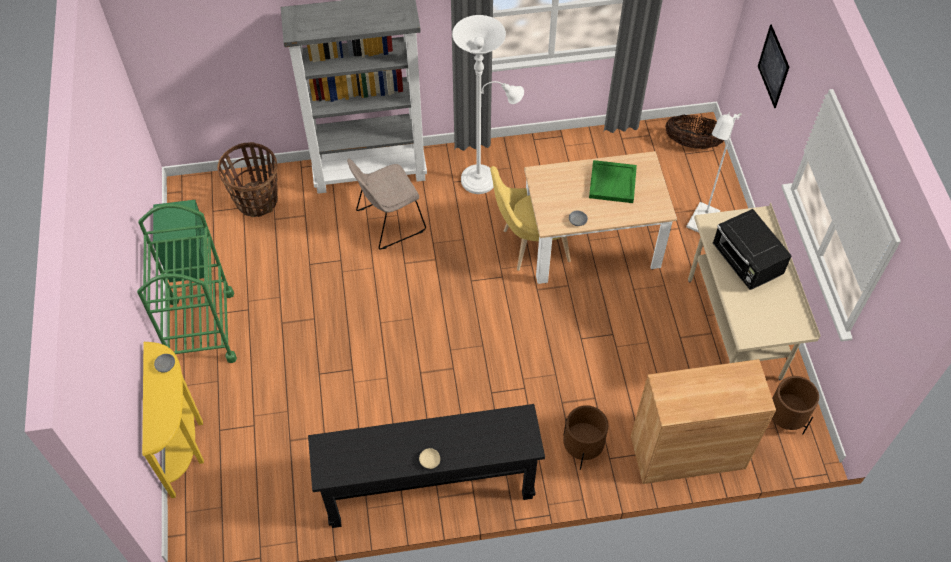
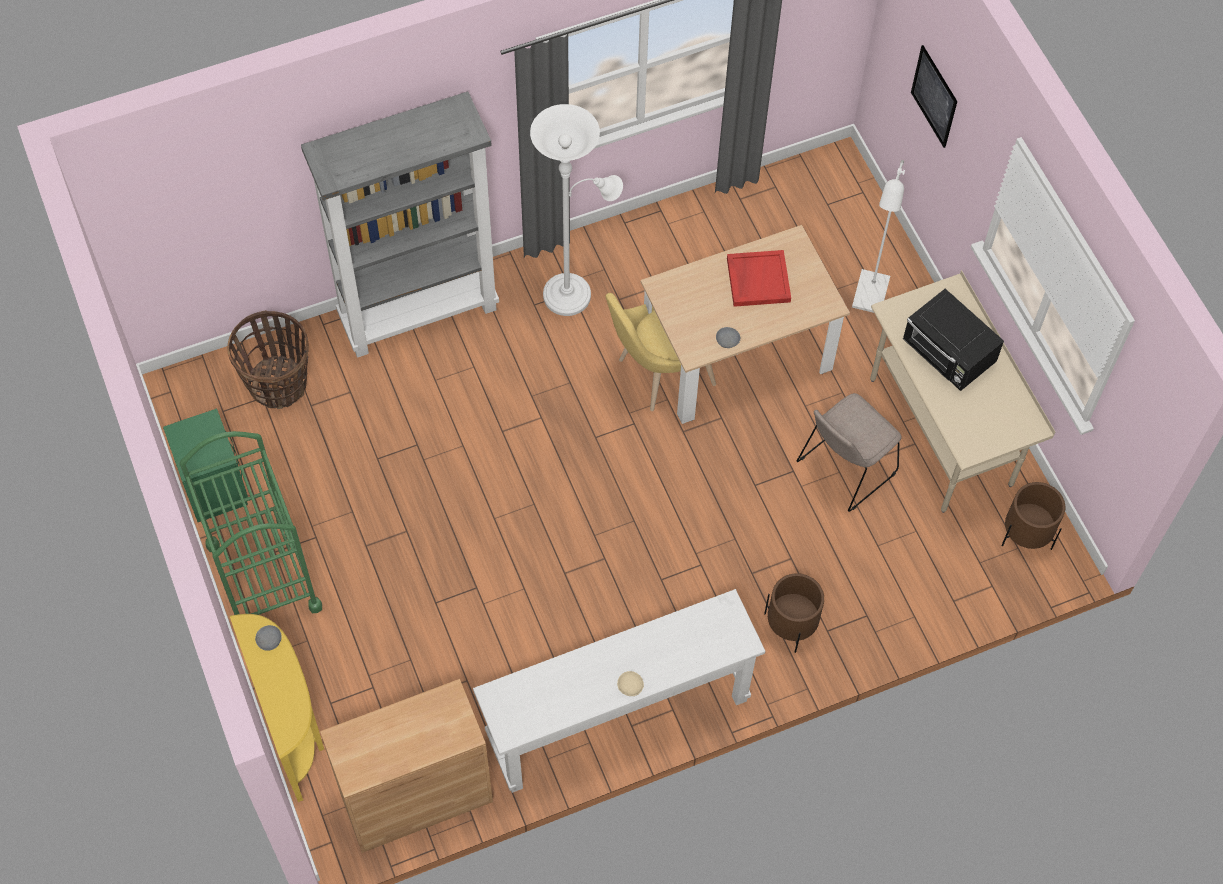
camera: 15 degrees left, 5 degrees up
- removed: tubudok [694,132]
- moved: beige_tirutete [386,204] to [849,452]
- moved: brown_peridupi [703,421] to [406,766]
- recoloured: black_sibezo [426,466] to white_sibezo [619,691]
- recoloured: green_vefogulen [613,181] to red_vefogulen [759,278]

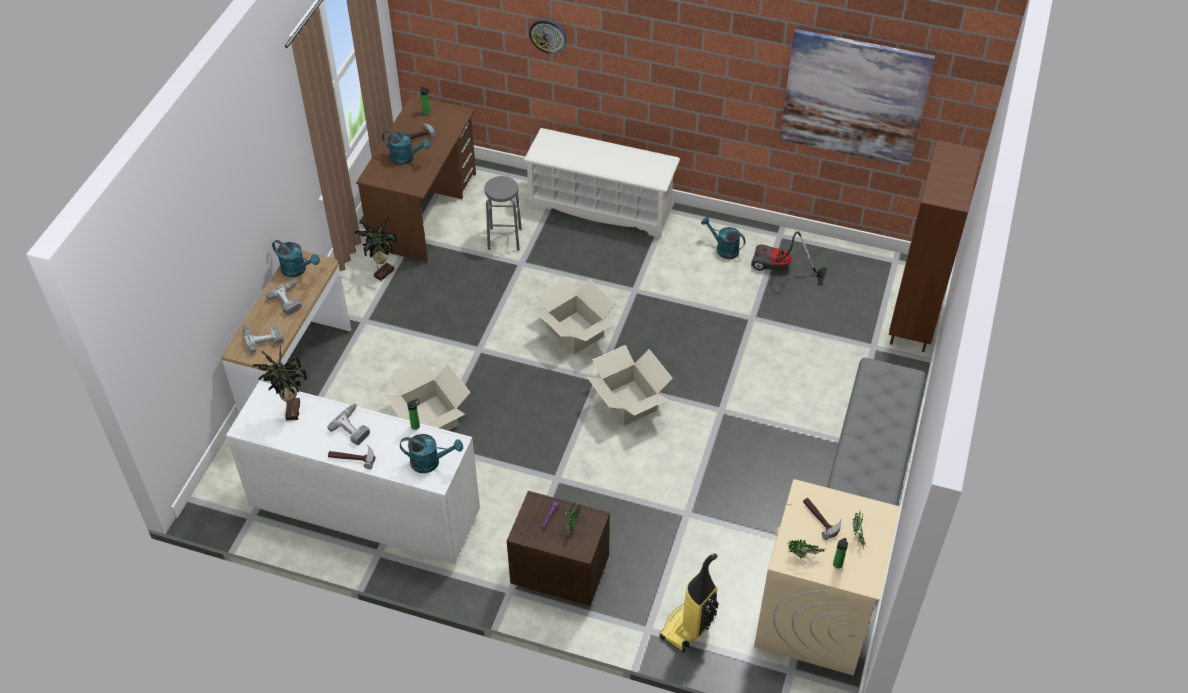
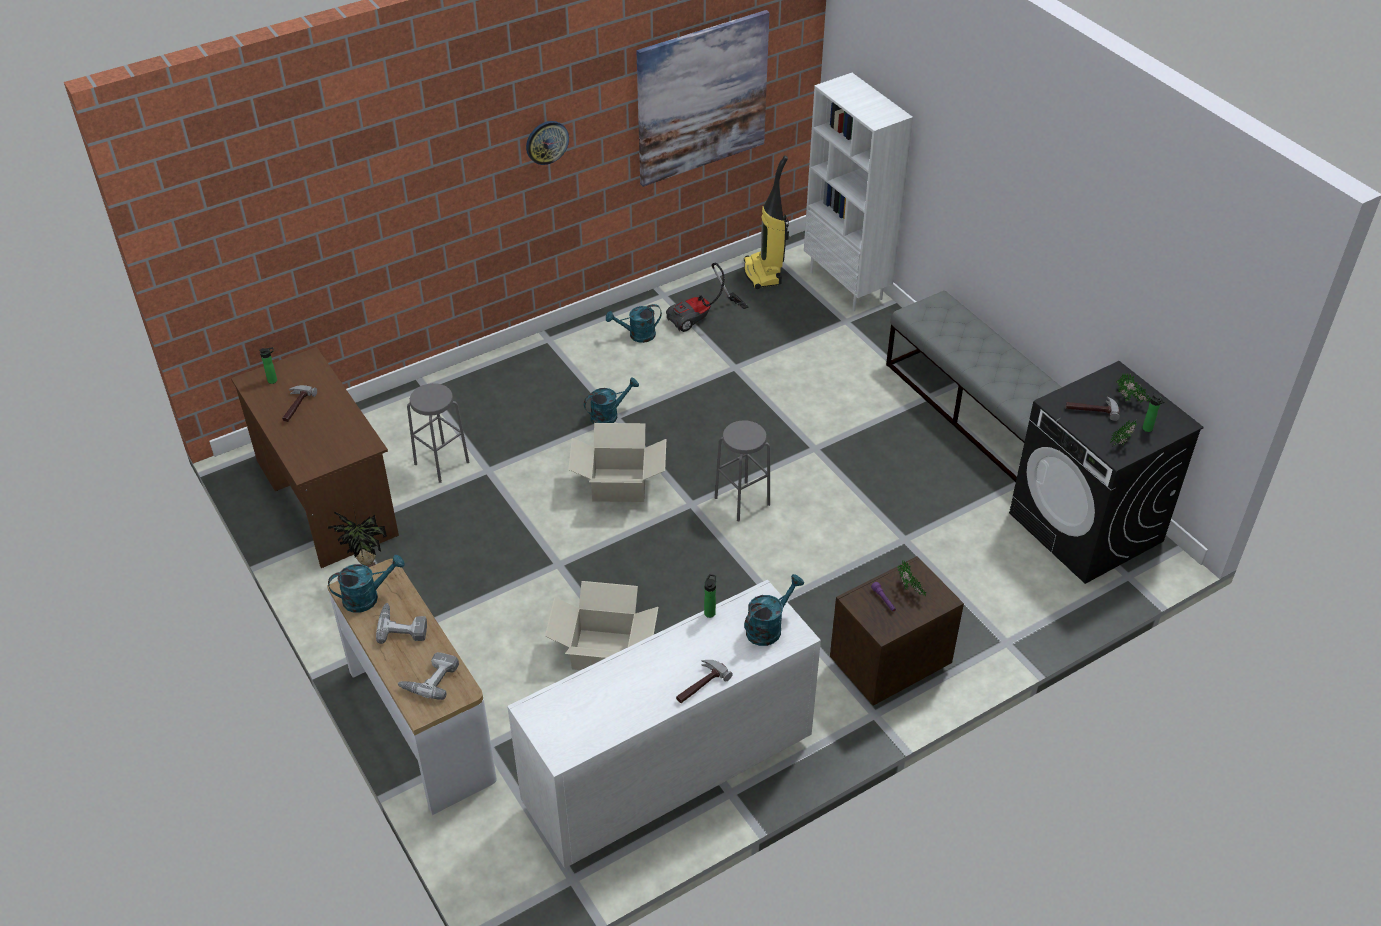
camera: 50 degrees left, 5 degrees down
- removed: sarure [279,382]
- removed: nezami [349,424]
- removed: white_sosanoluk [602,183]
- moved: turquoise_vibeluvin [406,147] to [611,401]
- moved: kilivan [548,36] to [547,143]
- moved: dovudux [689,603] to [766,222]
- replaced: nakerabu [630,385] to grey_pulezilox [742,470]
- recoloured: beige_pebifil [827,577] to black_pebifil [1106,472]
- recoloured: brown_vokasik [935,246] to white_vokasik [858,192]

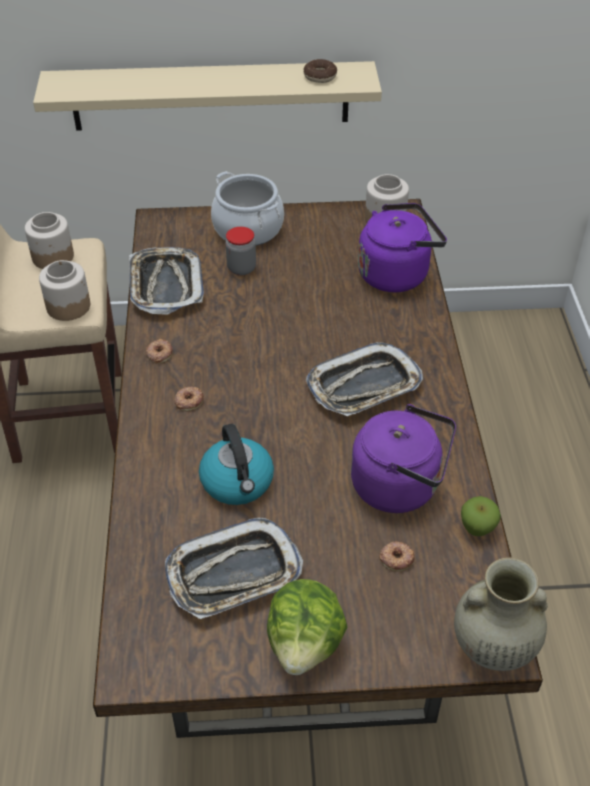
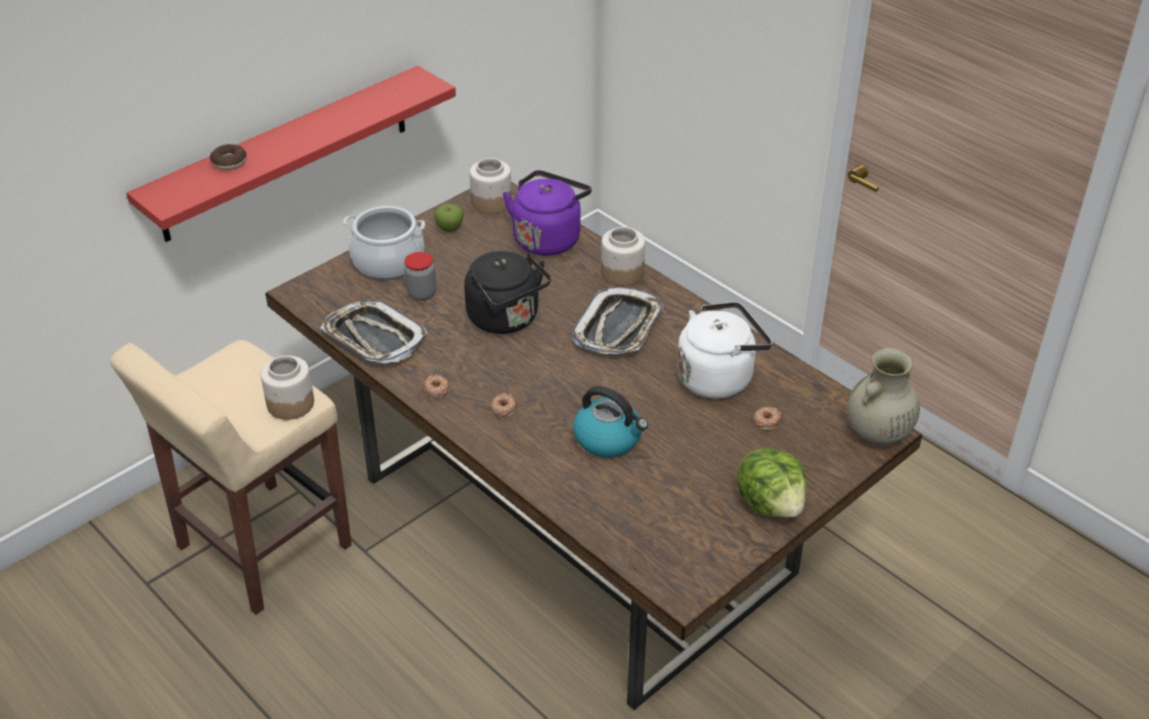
camera: 40 degrees left, 5 degrees down
- removed: vefogulen [234,568]
- added: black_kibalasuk [507,292]
- moved: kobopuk [49,240] to [623,256]
- moved: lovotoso [320,71] to [228,157]
- moved: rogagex [481,516] to [448,218]
- recoloured: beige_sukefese [207,96] to red_sukefese [291,154]
- recoloured: purple_kibalasuk [403,458] to white_kibalasuk [724,350]

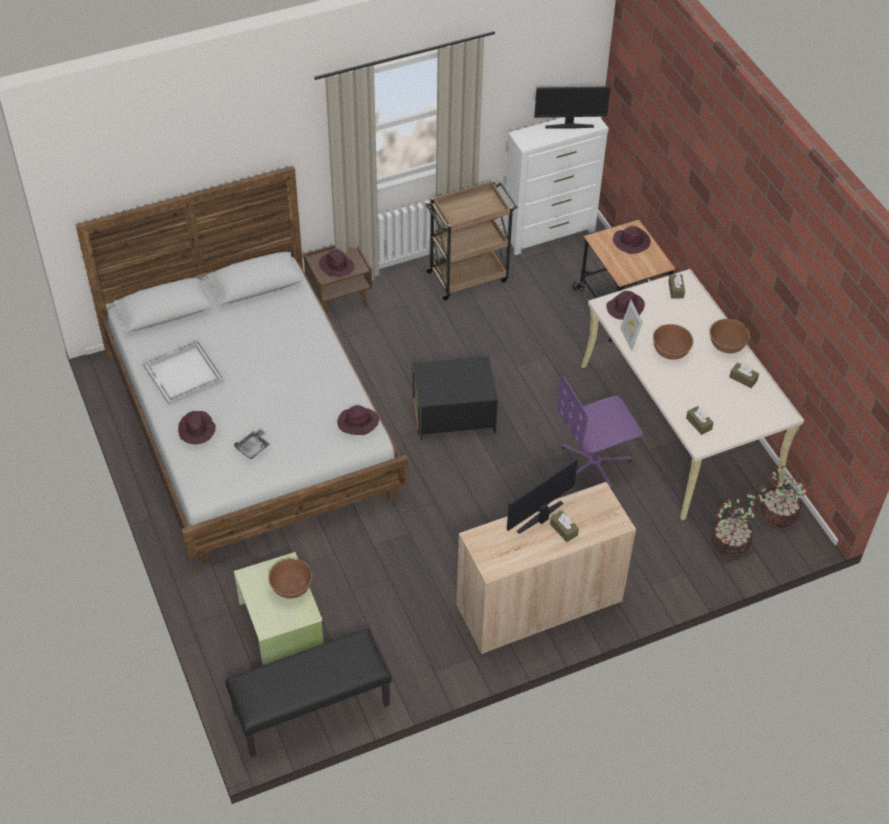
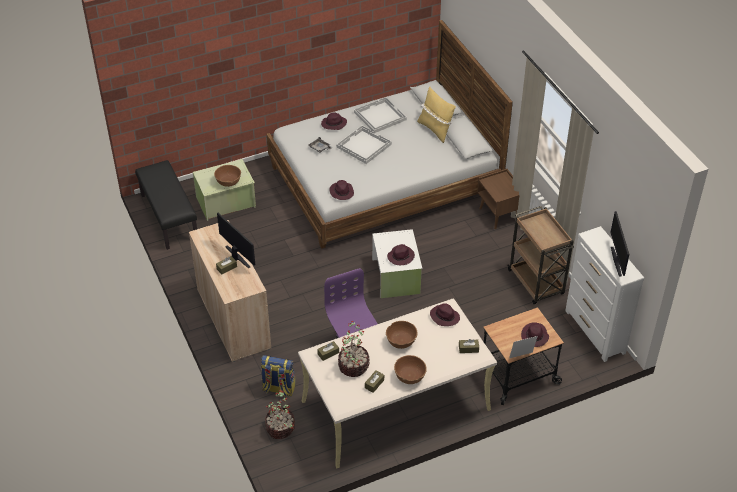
camera: 90 degrees right, 5 degrees down
- added: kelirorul [278,376]
- added: white_vefogulen [364,144]
- added: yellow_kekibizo [436,115]
- moved: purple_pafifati [336,263] to [401,254]
- moved: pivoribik [631,325] to [523,347]
- moved: sarure [782,496] to [354,349]
- recoloured: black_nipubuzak [455,398] to white_nipubuzak [397,263]

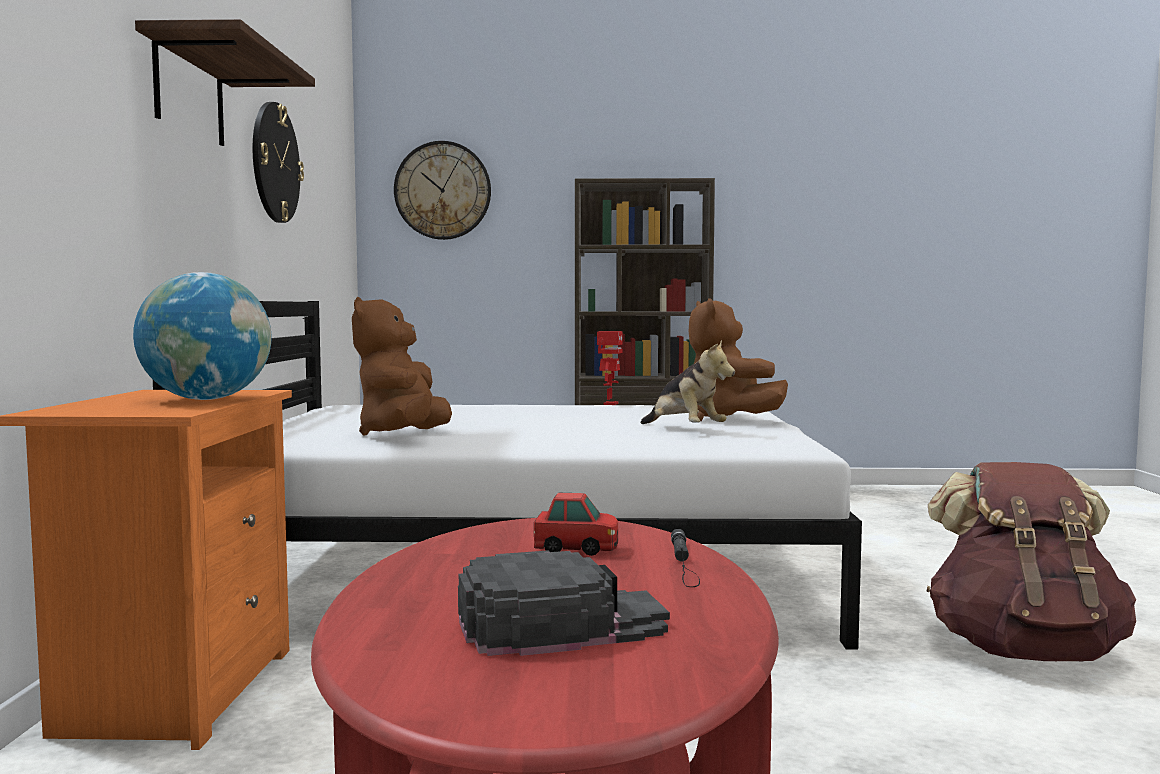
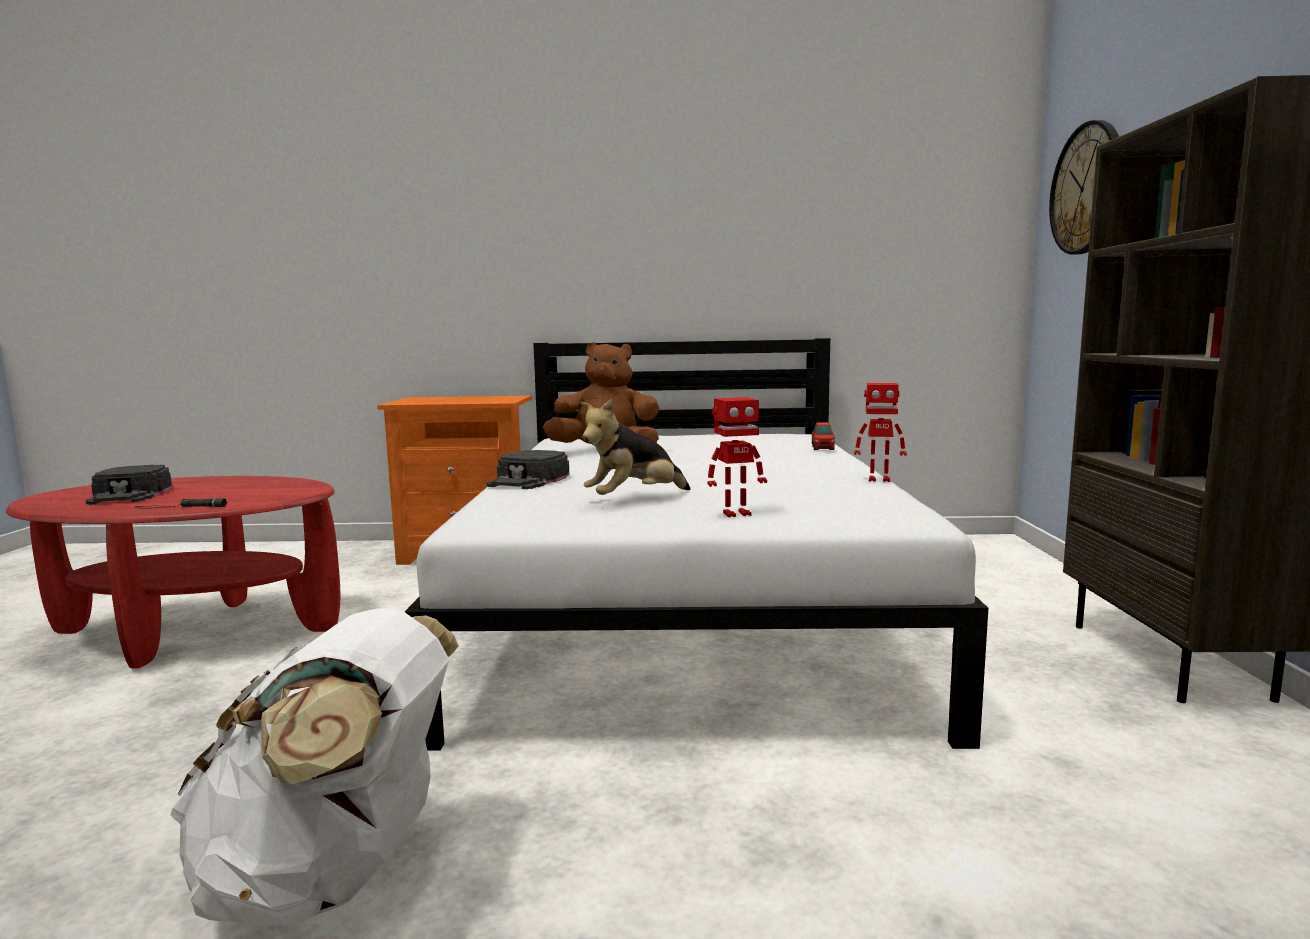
camera: 90 degrees right, 5 degrees up
- removed: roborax [202,336]
- removed: sukefese [225,82]
- removed: kilivan [278,162]
- added: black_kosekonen [528,469]
- moved: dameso [576,524] to [823,436]
- replaced: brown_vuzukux [738,359] to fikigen [737,457]
- recoloured: brown_kelirorul [1031,561] to white_kelirorul [314,767]

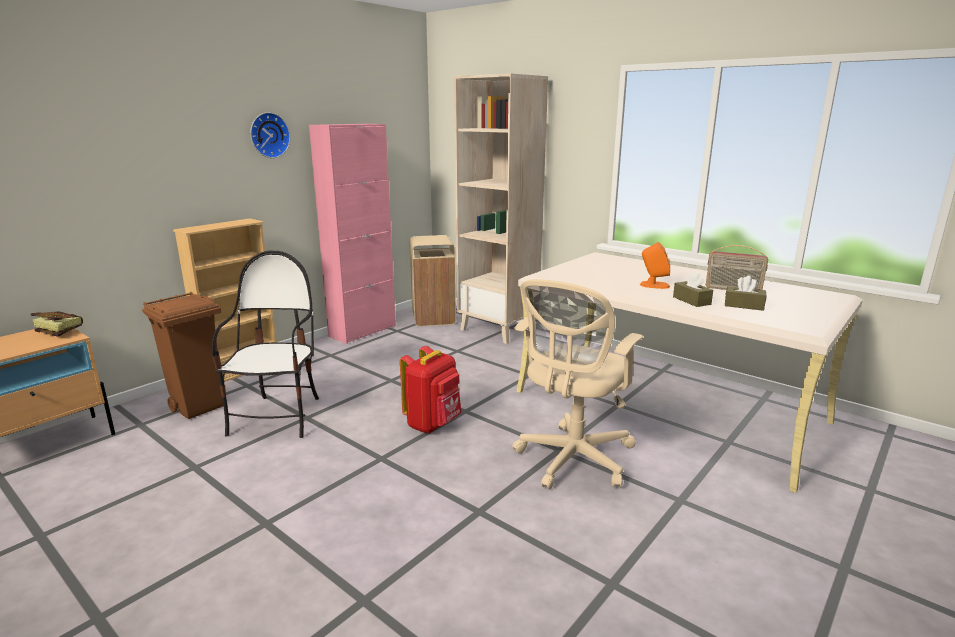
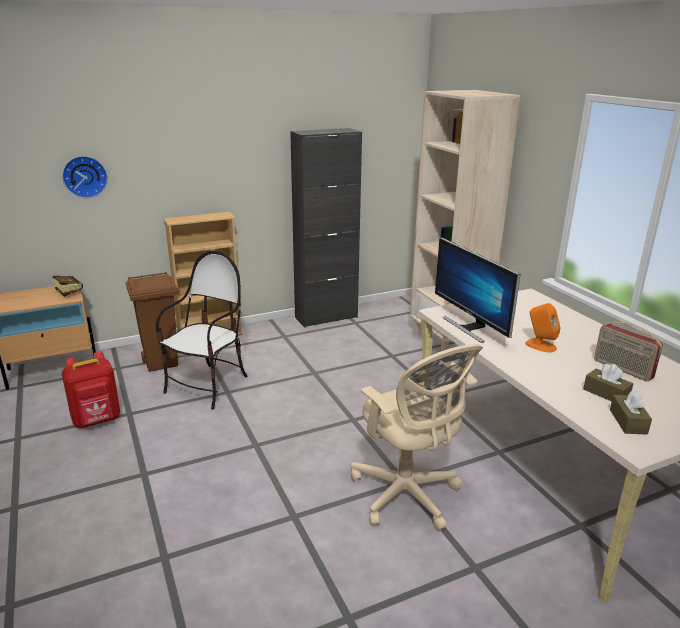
camera: 25 degrees right, 5 degrees up
- removed: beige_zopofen [432,280]
- added: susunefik [477,290]
- moved: kilivan [270,135] to [85,177]
- moved: red_kelirorul [431,389] to [91,389]
- moved: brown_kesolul [693,289] to [631,412]
- recoloured: pink_peridupi [352,234] to black_peridupi [326,228]
- turned: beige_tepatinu [578,384] = [417,437] 90 degrees counterclockwise

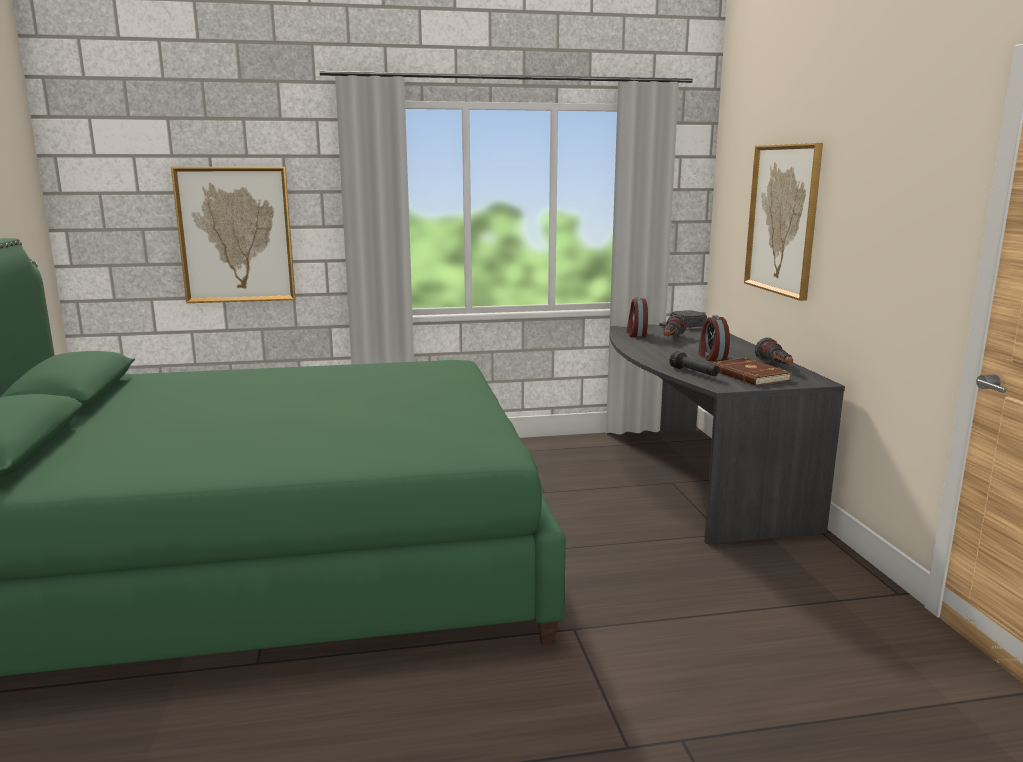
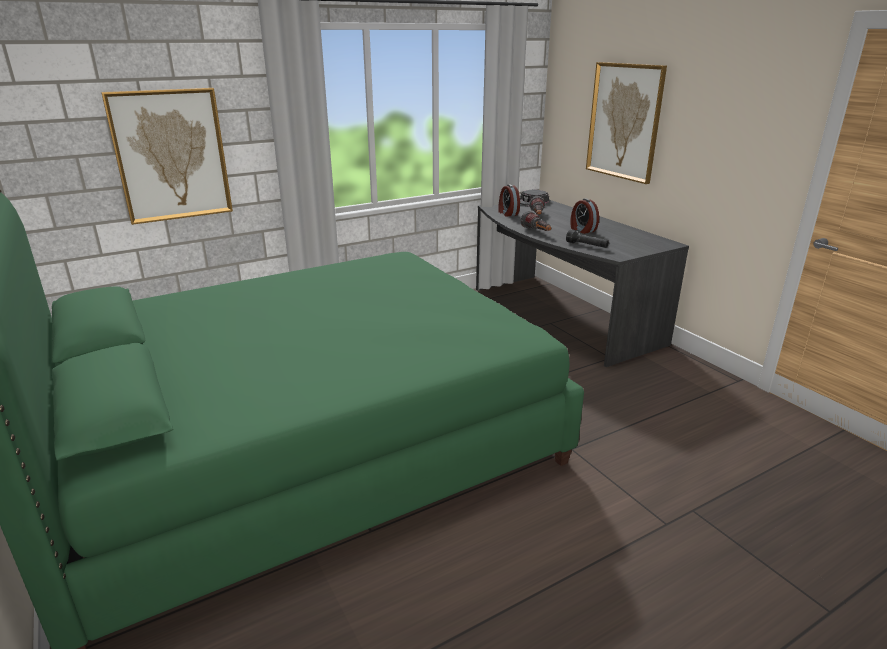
camera: 20 degrees left, 10 degrees up
- removed: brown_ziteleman [751,372]
- moved: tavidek [774,351] to [536,221]

